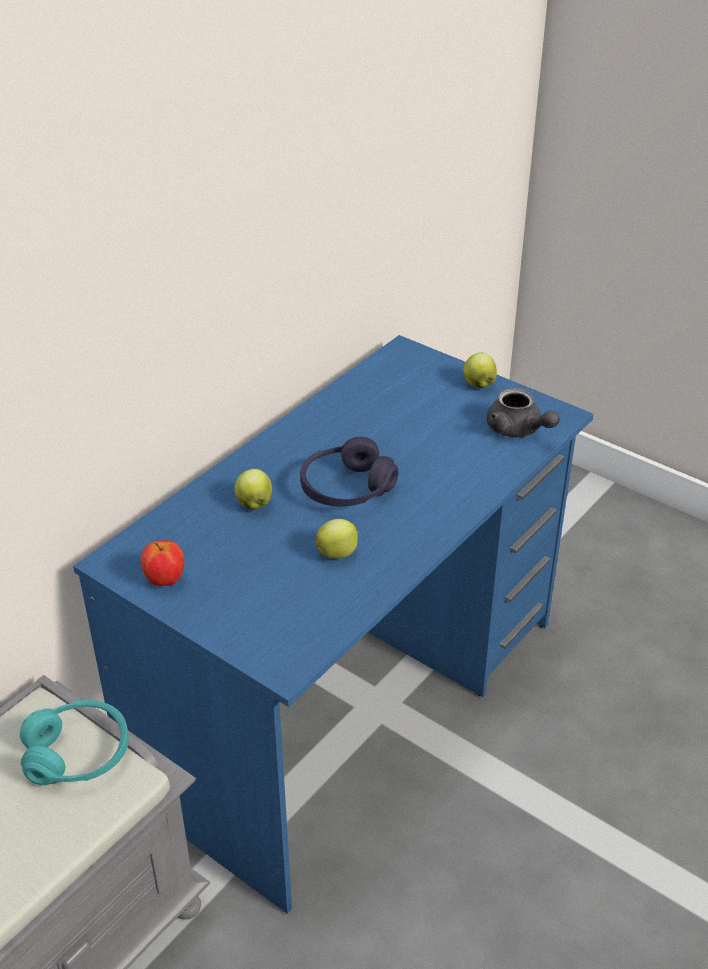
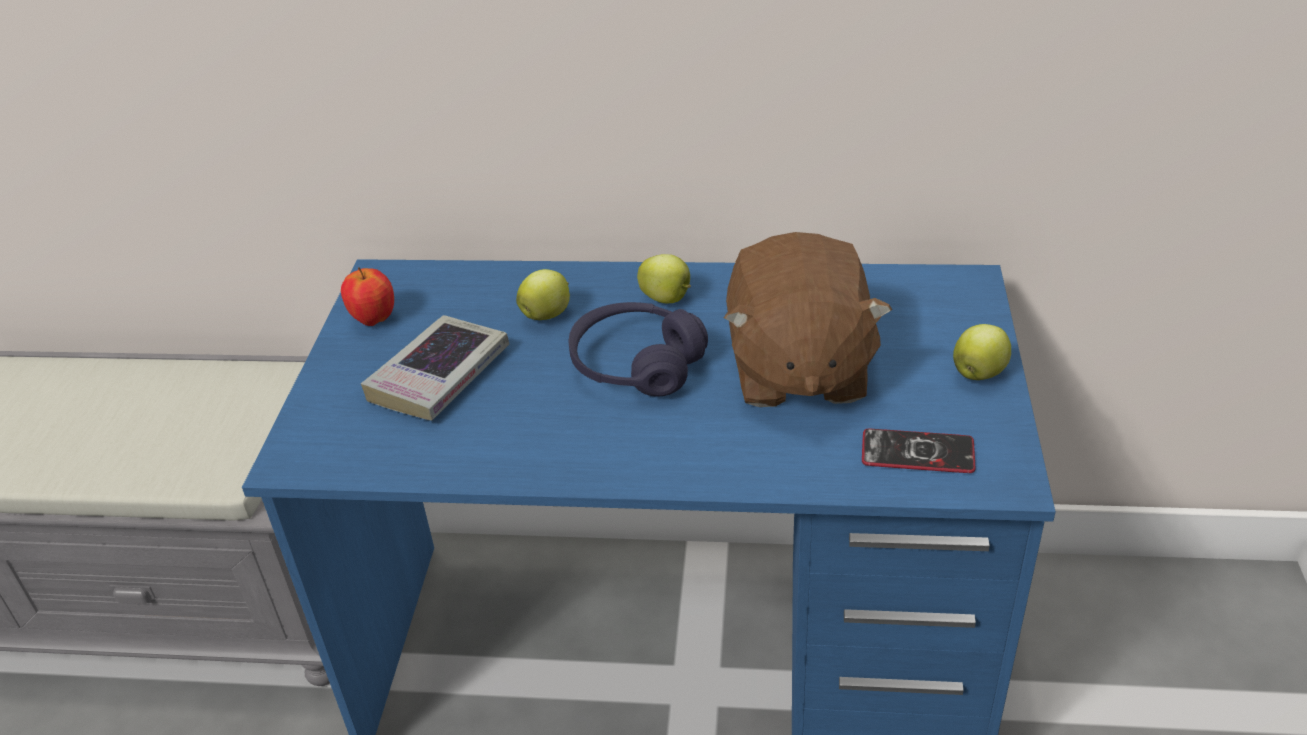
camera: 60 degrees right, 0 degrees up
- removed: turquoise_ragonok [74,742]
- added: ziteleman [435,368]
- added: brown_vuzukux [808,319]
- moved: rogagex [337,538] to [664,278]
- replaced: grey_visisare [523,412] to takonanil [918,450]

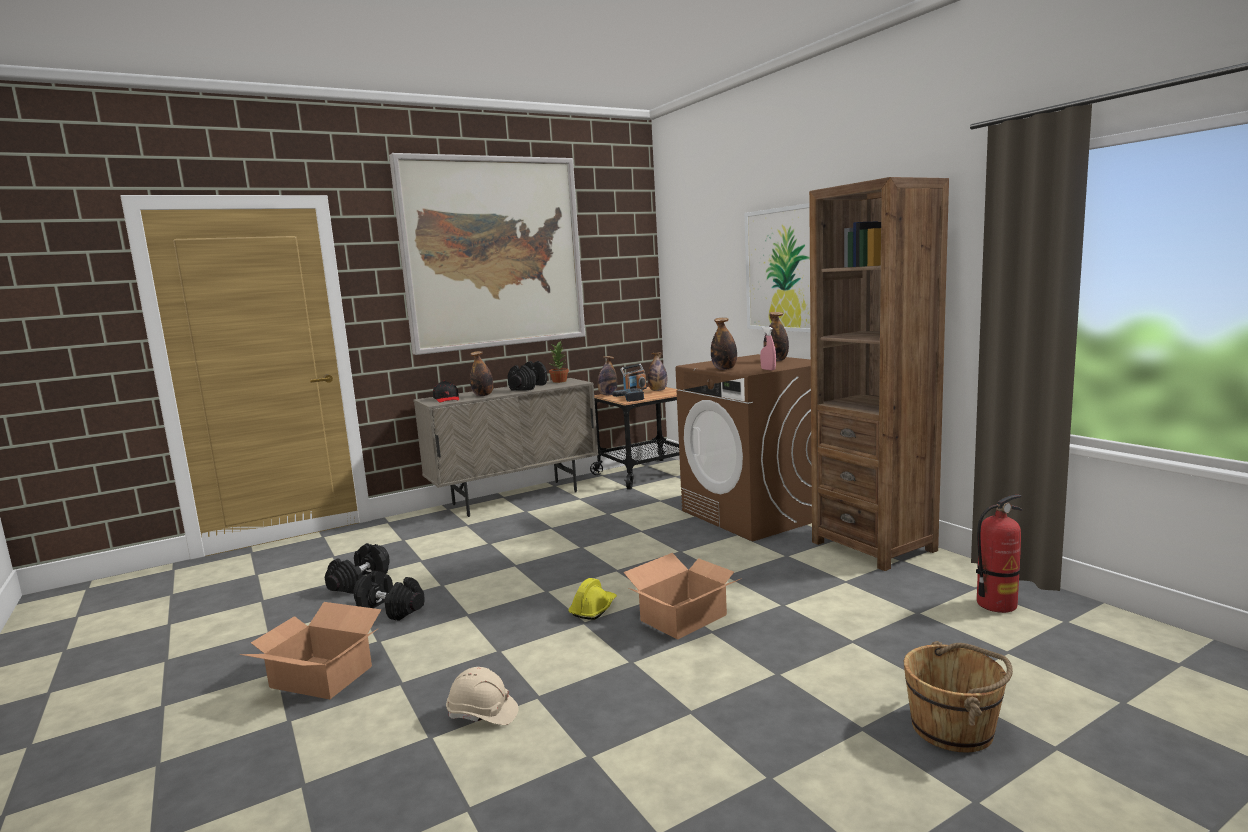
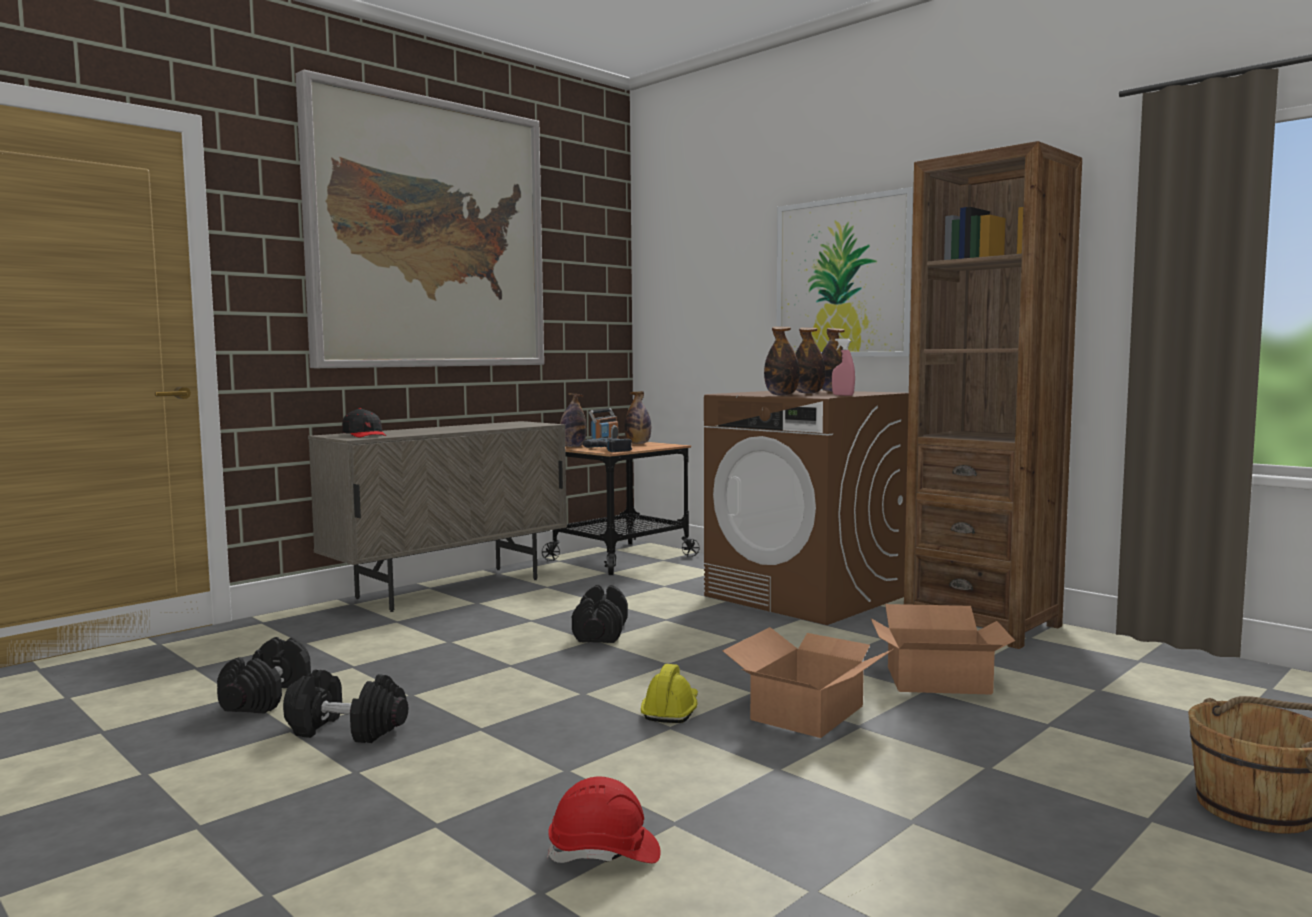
camera: 15 degrees left, 5 degrees down
- removed: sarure [559,362]
- removed: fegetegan [999,554]
- moved: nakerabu [310,650] to [943,649]
- moved: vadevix [481,373] to [810,360]
- moved: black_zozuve [527,376] to [600,614]
- recoloured: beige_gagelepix [482,696] to red_gagelepix [604,820]

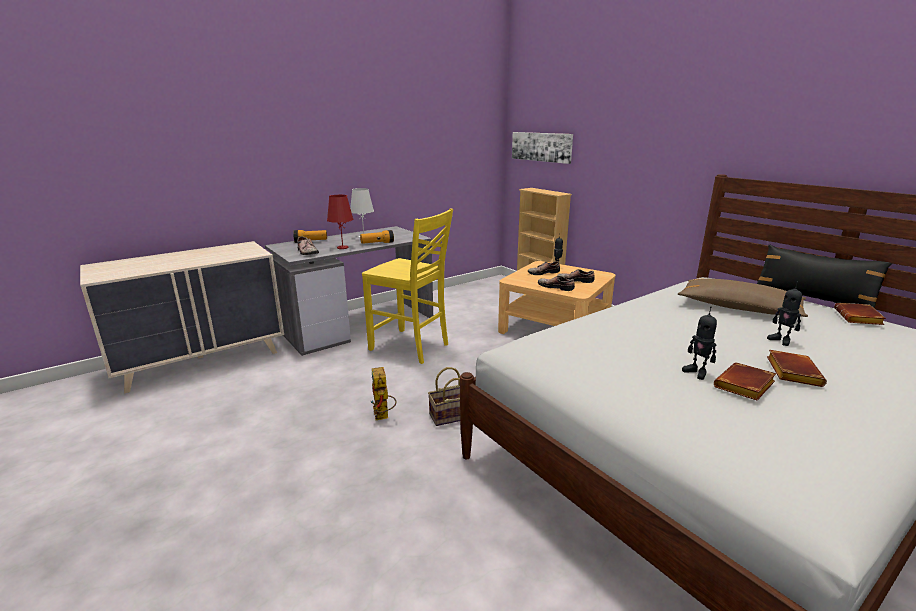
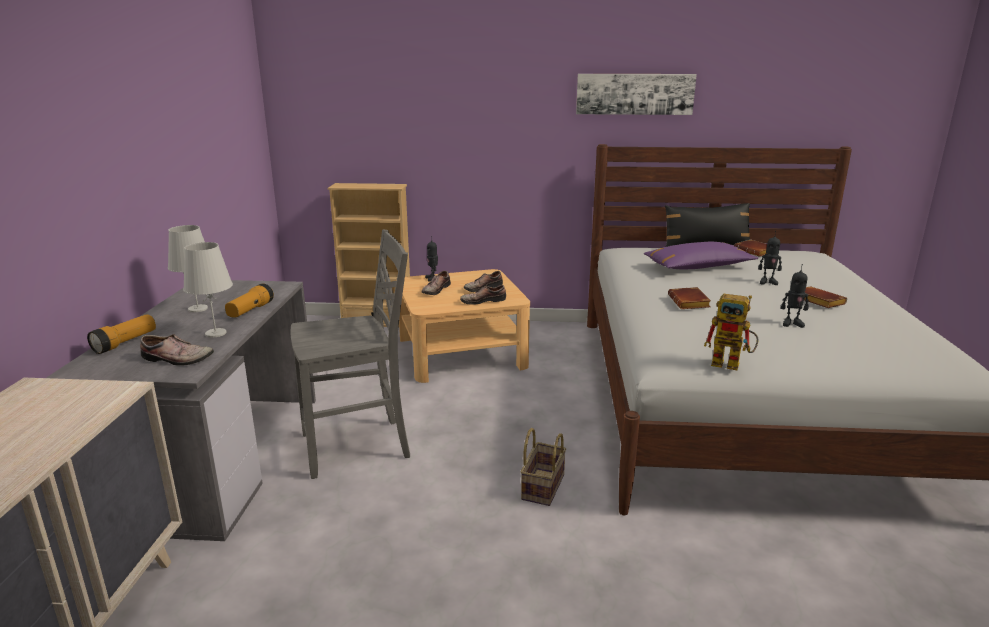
camera: 50 degrees left, 0 degrees up
- moved: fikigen [383,393] to [731,332]
- moved: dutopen [542,148] to [636,94]
- moved: brown_ziteleman [745,381] to [689,298]
- recoloured: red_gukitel [340,222] to white_gukitel [208,290]
- recoloured: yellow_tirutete [407,286] to grey_tirutete [350,354]
- recoloured: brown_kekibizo [743,297] to purple_kekibizo [701,255]

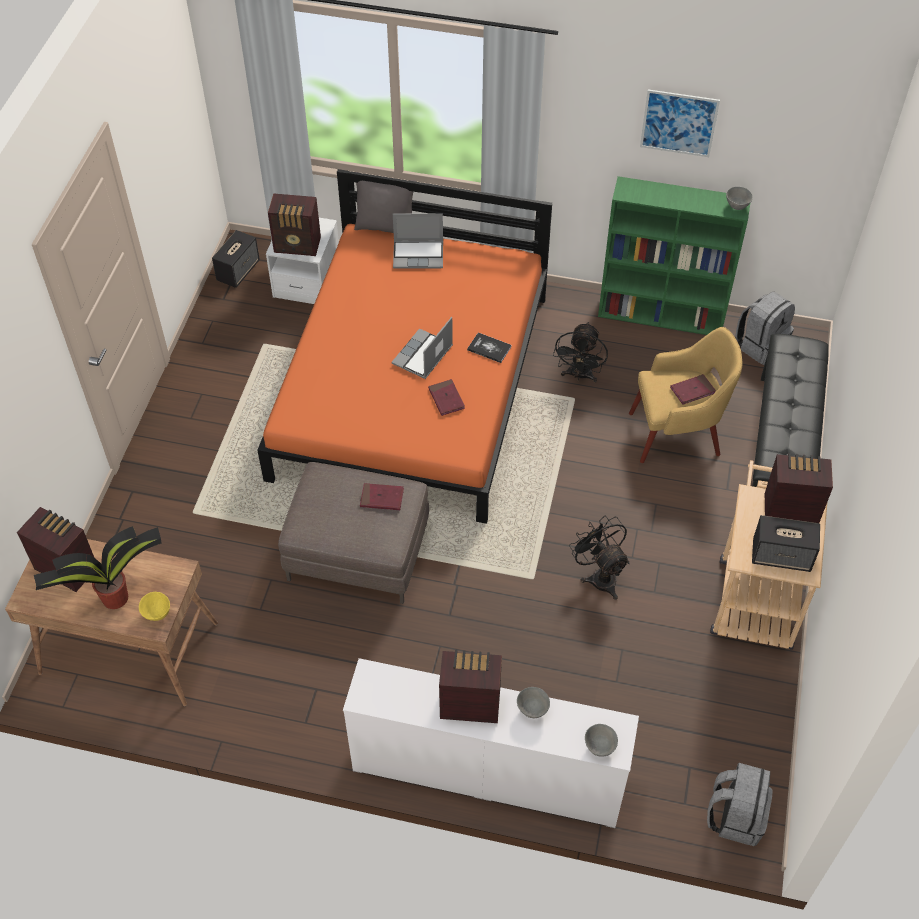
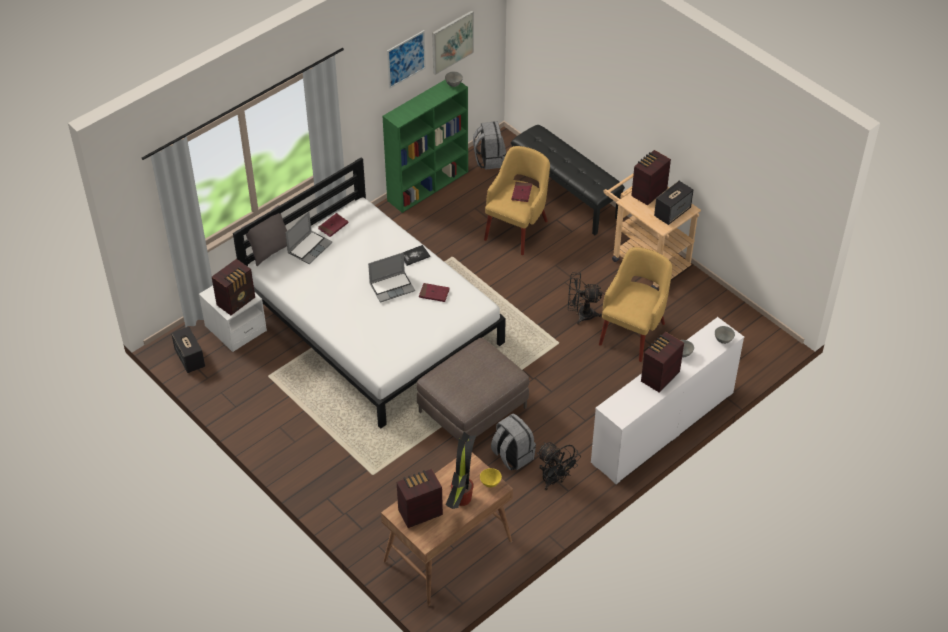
camera: 55 degrees left, 5 degrees down
- added: dutopen [453,43]
- added: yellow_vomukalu [635,304]
- moved: red_ziteleman [382,496] to [333,225]
- moved: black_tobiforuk [580,352] to [558,466]
- moved: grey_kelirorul [739,804] to [513,441]
- recoloured: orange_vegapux [404,346] to white_vegapux [369,293]
- turned: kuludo [422,348] = [391,277] 90 degrees counterclockwise

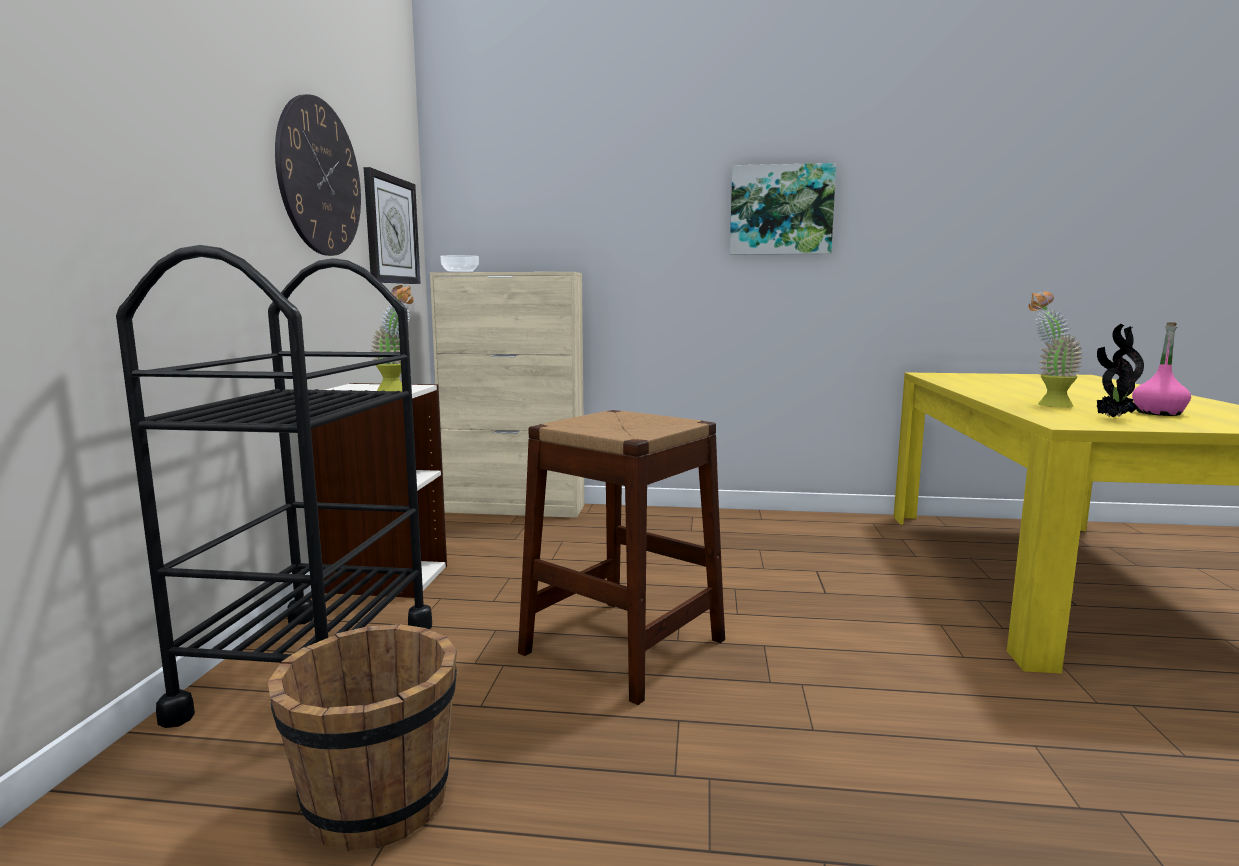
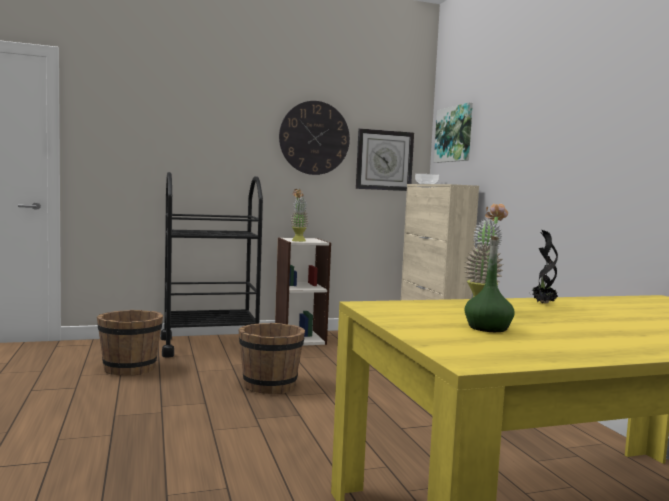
camera: 65 degrees right, 5 degrees down
- moved: dutopen [783,209] to [453,132]
- moved: sarure [1120,371] to [543,266]
- replaced: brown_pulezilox [621,557] to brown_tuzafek [271,358]
- recoloured: pink_vadevix [1161,369] to green_vadevix [489,284]

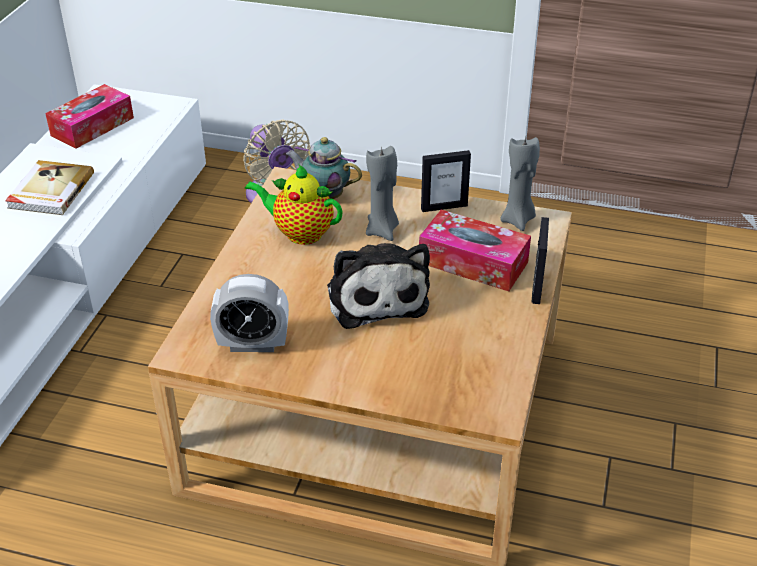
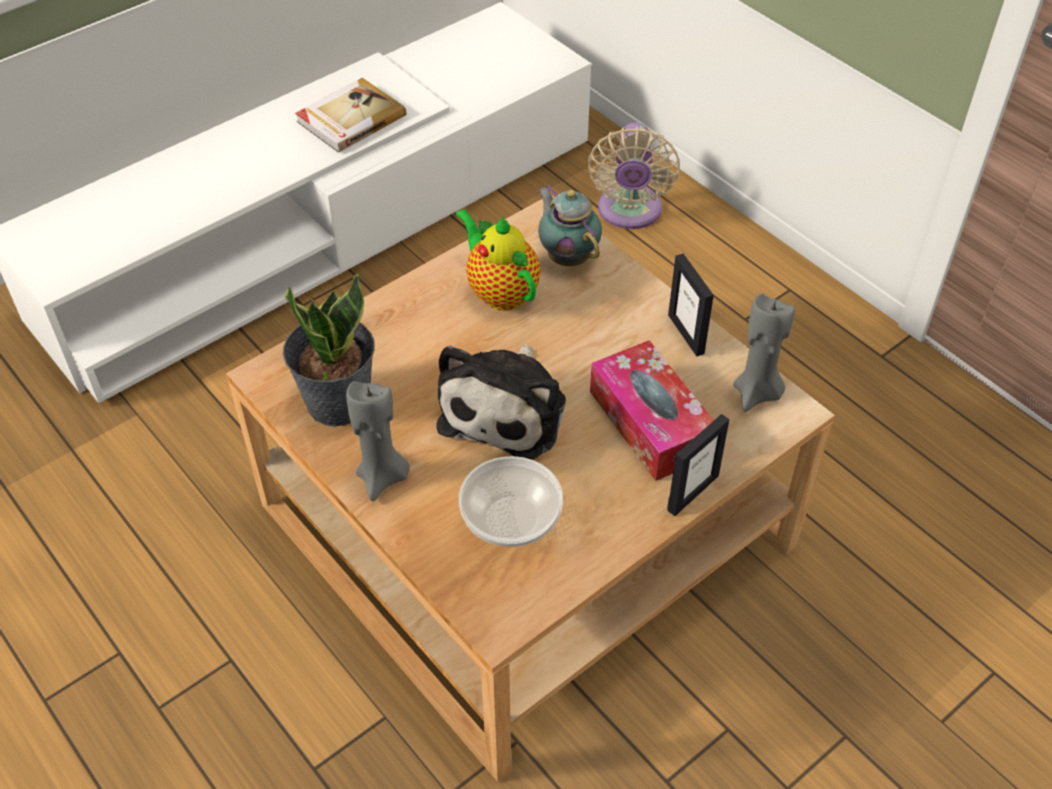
camera: 35 degrees right, 10 degrees up
- removed: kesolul [89,116]
- added: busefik [511,501]
- moved: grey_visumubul [382,193] to [378,441]
- replaced: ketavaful [249,313] to sarure [329,350]
- turned: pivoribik [446,181] = [691,305] 45 degrees clockwise

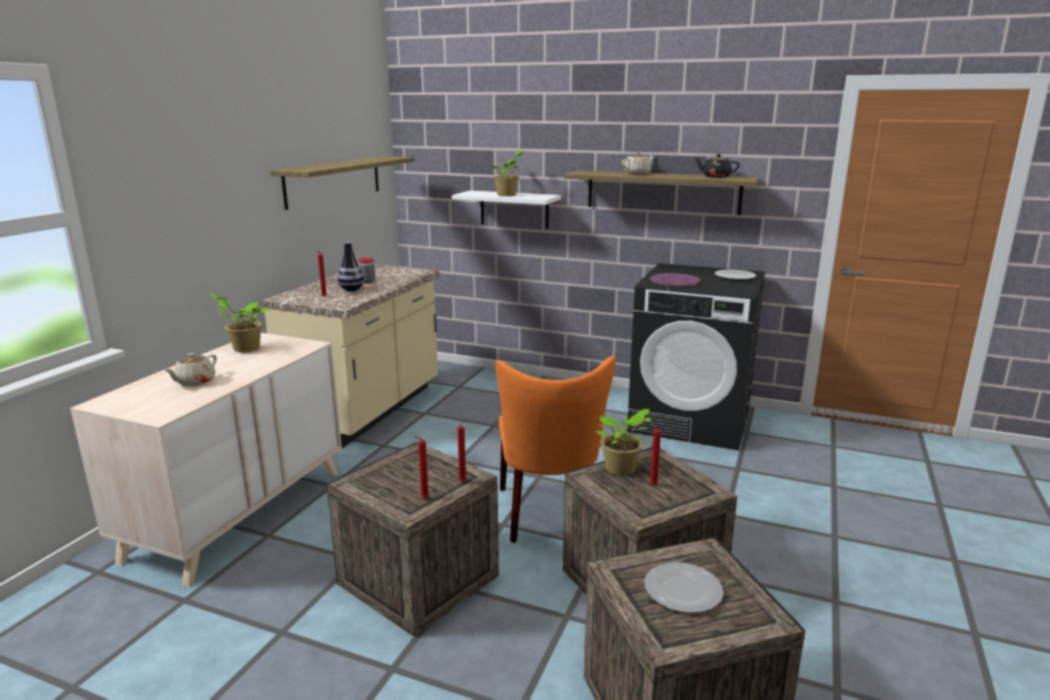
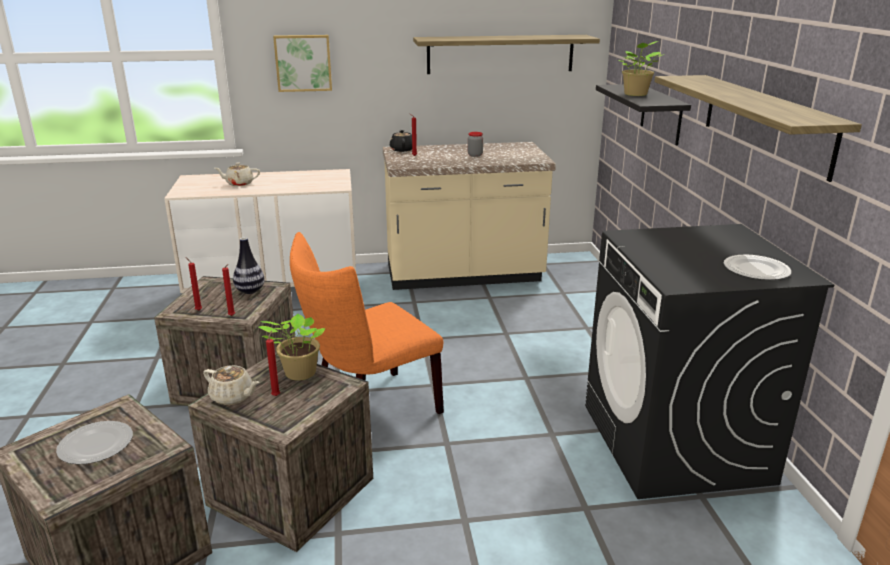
camera: 60 degrees right, 5 degrees up
- removed: sarure [238,322]
- removed: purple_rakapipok [675,280]
- added: dutopen [302,63]
- moved: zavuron [351,266] to [249,265]
- moved: beige_visisare [638,163] to [231,385]
- moved: black_visisare [717,166] to [401,141]
- recoloured: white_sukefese [506,209] to black_sukefese [643,114]

